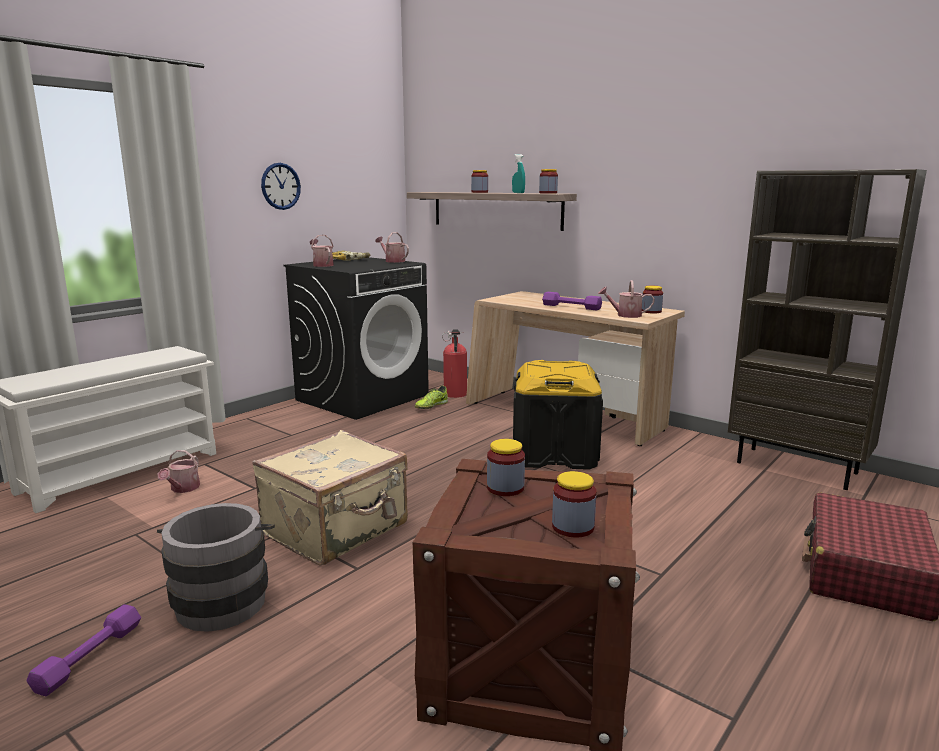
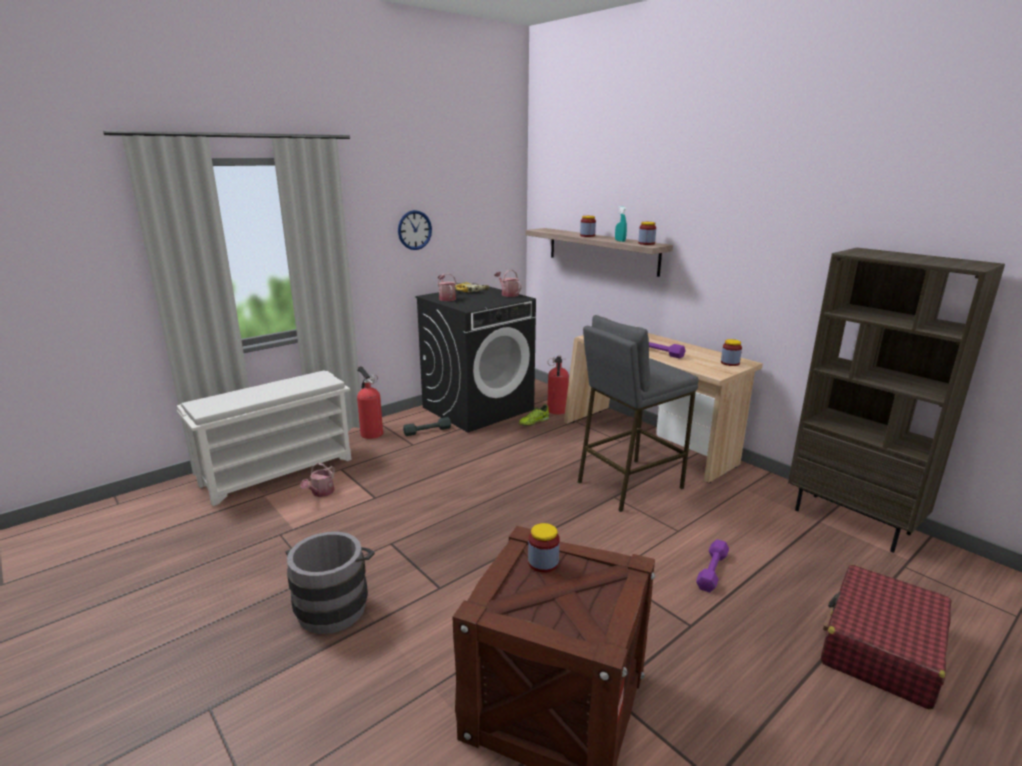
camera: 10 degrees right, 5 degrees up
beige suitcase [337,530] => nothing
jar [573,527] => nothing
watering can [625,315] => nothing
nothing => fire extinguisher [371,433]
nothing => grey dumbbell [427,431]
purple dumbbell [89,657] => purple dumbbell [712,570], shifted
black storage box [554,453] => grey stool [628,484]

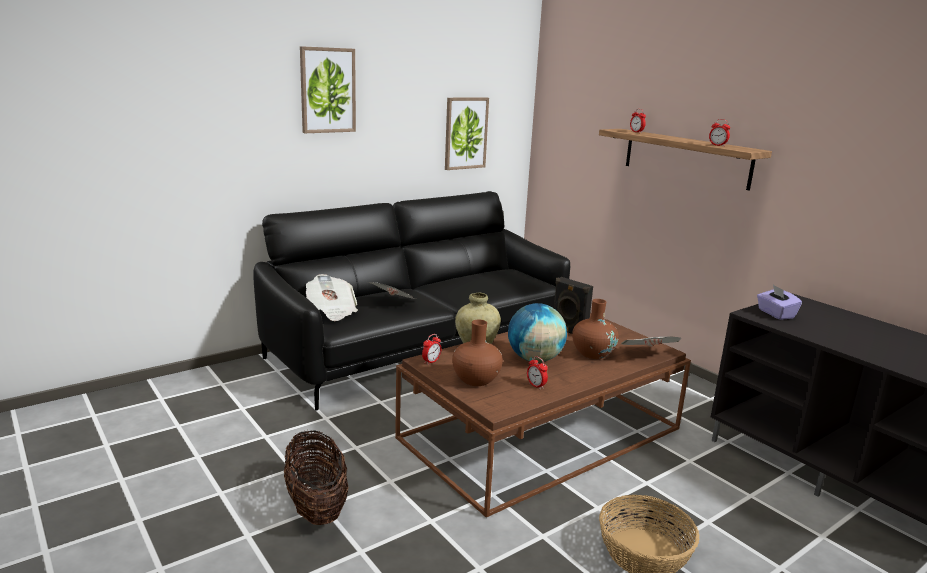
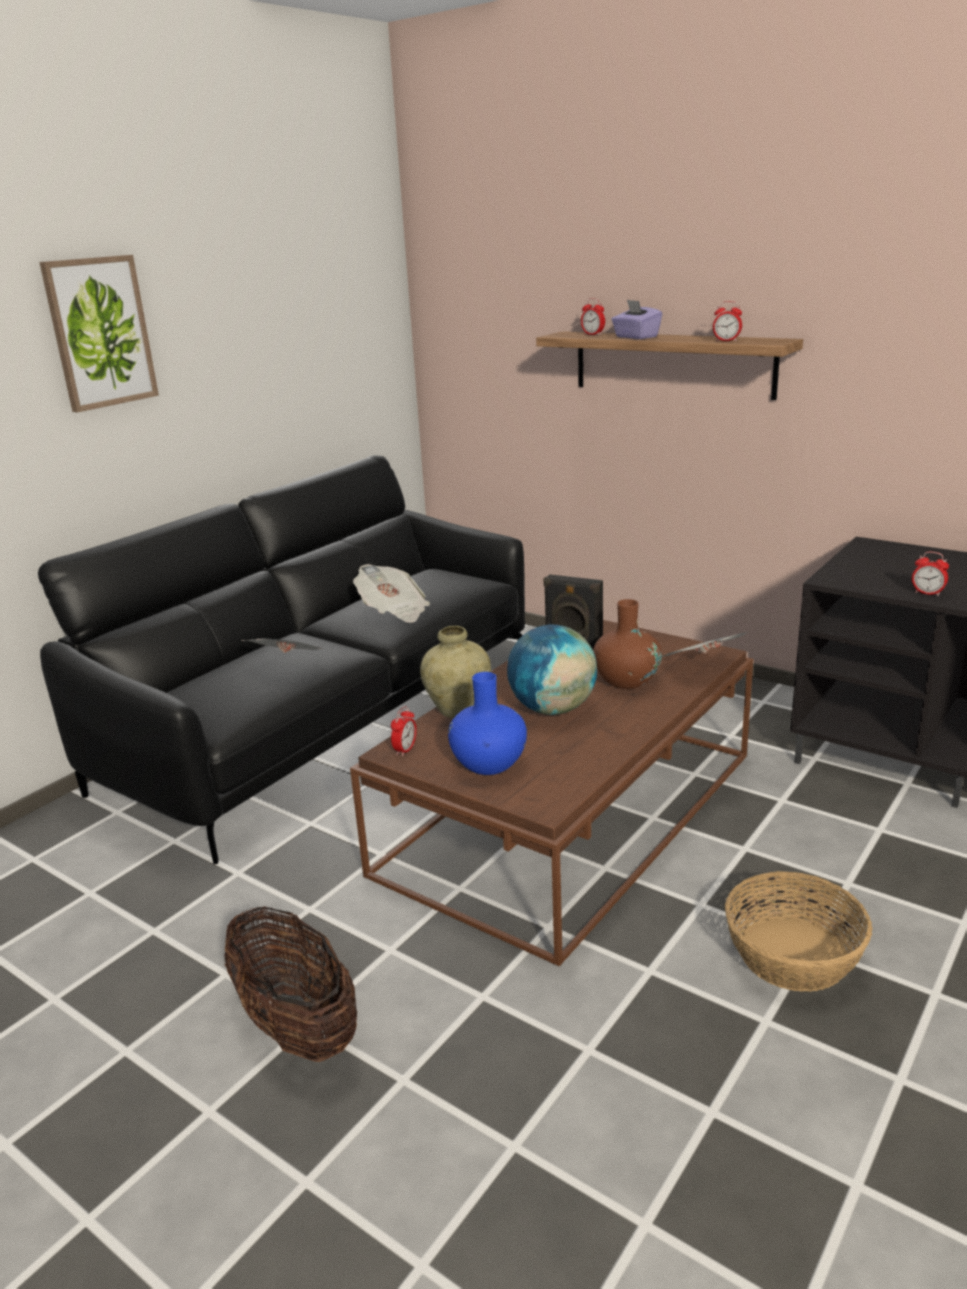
camera: 15 degrees left, 5 degrees up
picture [465,133] => nothing
newspaper [332,311] => newspaper [393,611], shifted
alarm clock [536,386] => alarm clock [927,593], shifted
purple tissue box [775,314] => purple tissue box [636,337], shifted
brown vase [476,380] => blue vase [488,764]

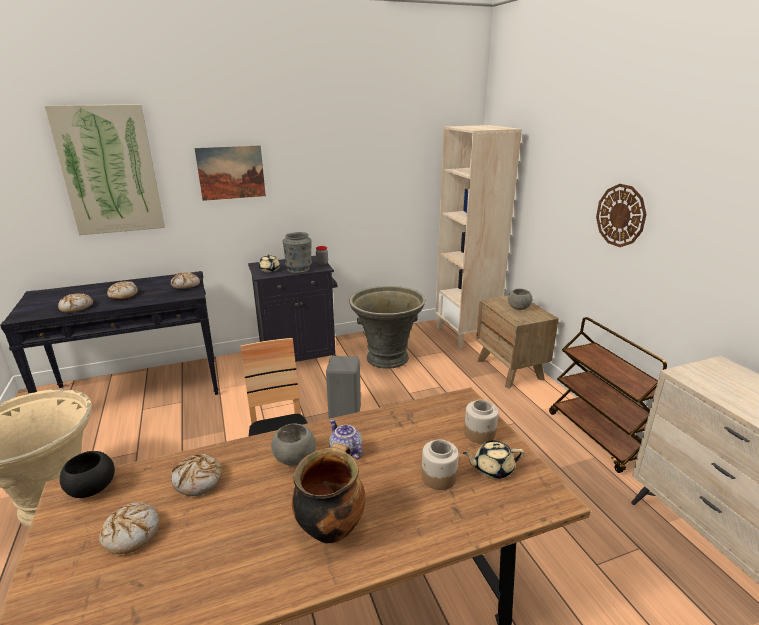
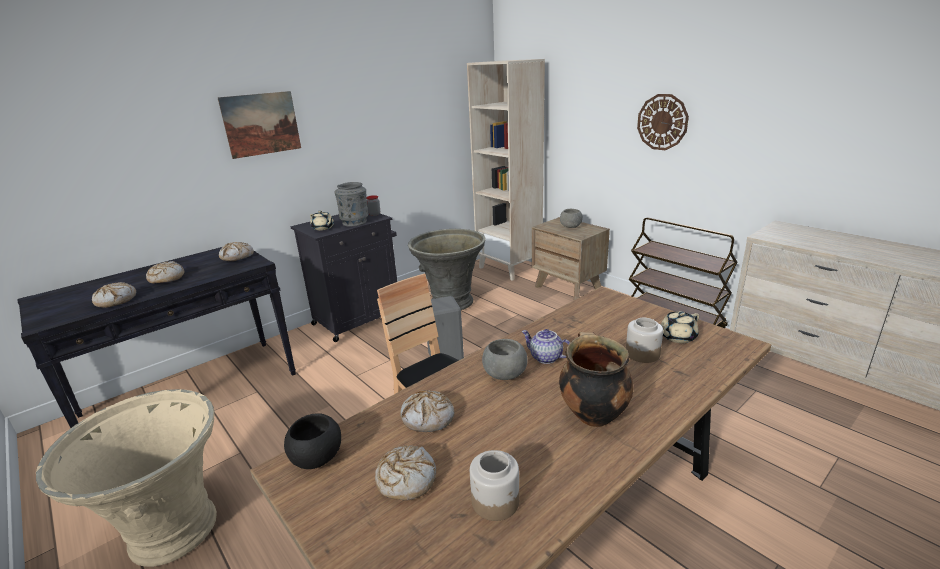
camera: 20 degrees left, 0 degrees up
picture [109,170] => nothing
jar [480,433] => jar [496,501], shifted

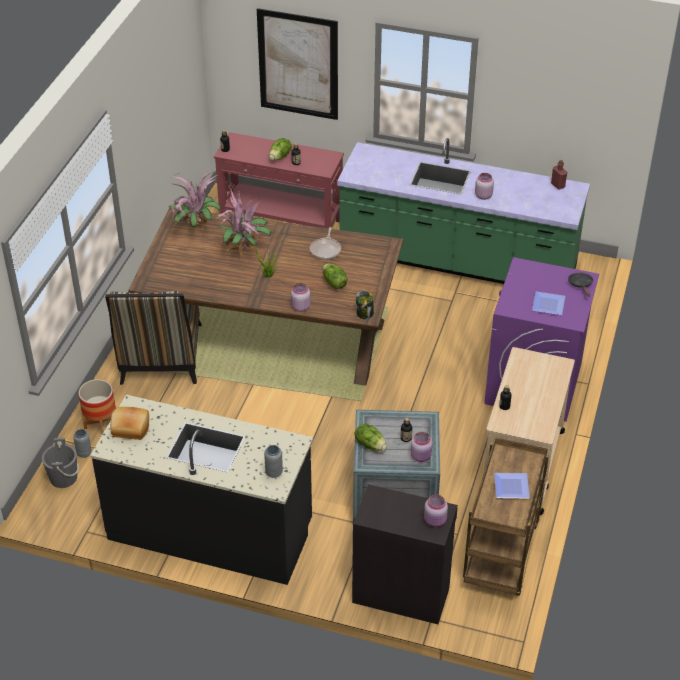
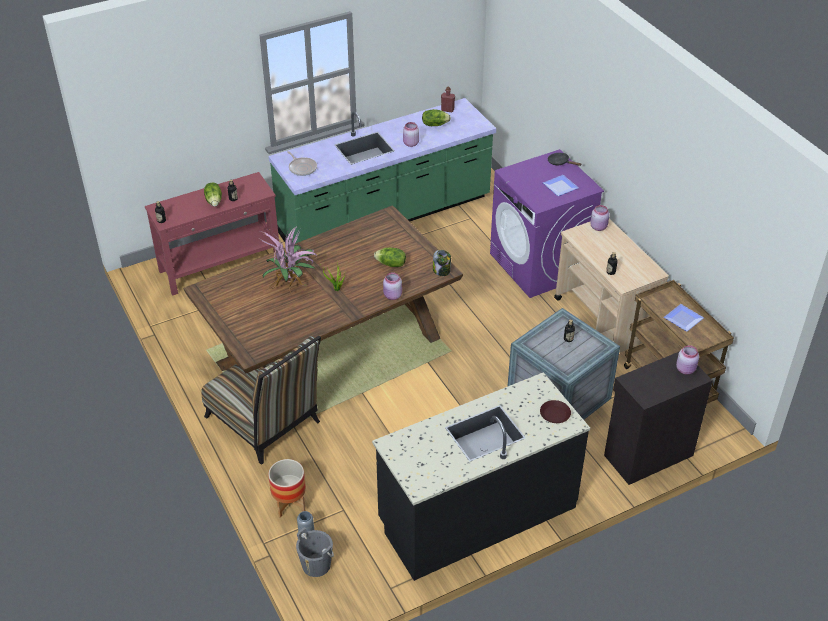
camera: 45 degrees left, 0 degrees up
bread [130,429] => nothing
potted plant [195,228] => nothing
picture [298,64] => nothing
frying pan [326,250] => frying pan [302,168], shifted
lettuce [370,444] => lettuce [435,124], shifted
pink jar [421,456] => pink jar [599,227], shifted
grey vase [274,473] => brown plate [555,414]

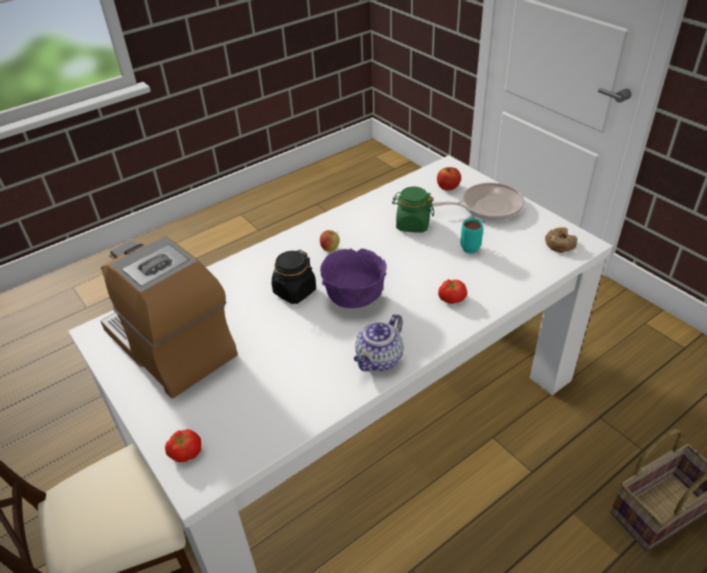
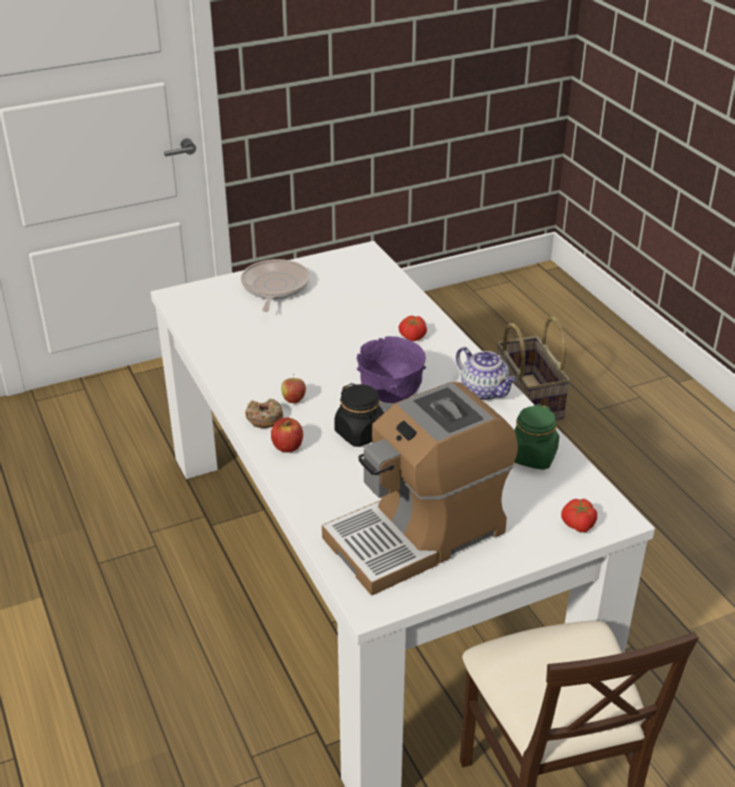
camera: 80 degrees left, 5 degrees down
turquoise mug [469,246] => nothing
green jar [412,224] => green jar [532,456], shifted
apple [448,187] => apple [287,446], shifted
donut [559,244] => donut [264,418], shifted

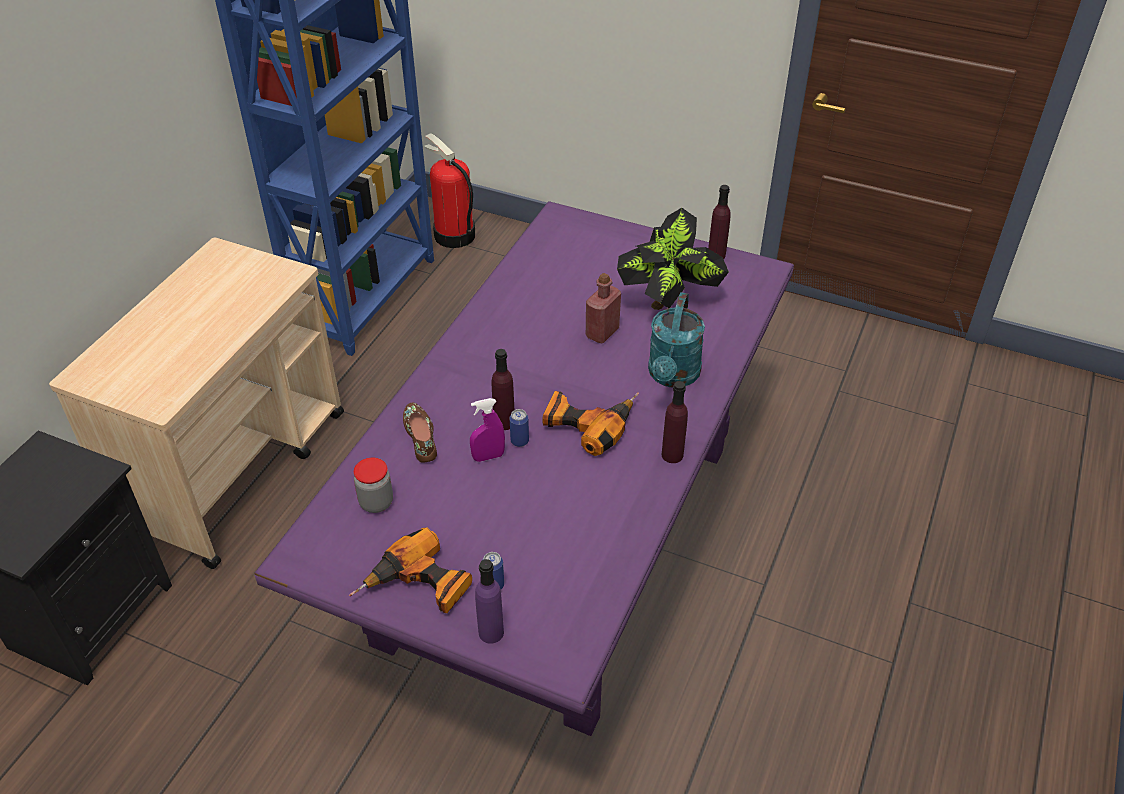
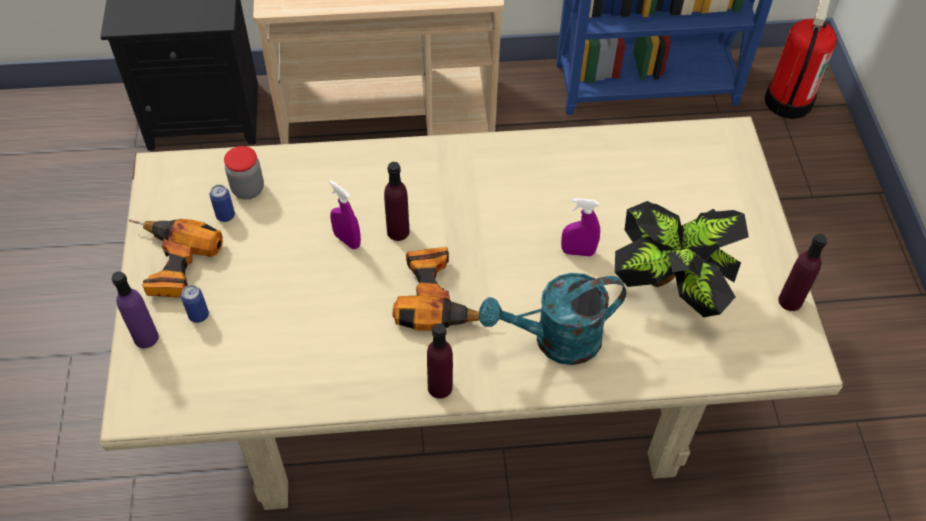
camera: 60 degrees right, 10 degrees up
brown shoe [421,436] => nothing
can [519,441] => can [225,215], shifted
red bottle [602,332] => purple spray bottle [578,252]
purple dining table [560,539] => beige dining table [462,383]

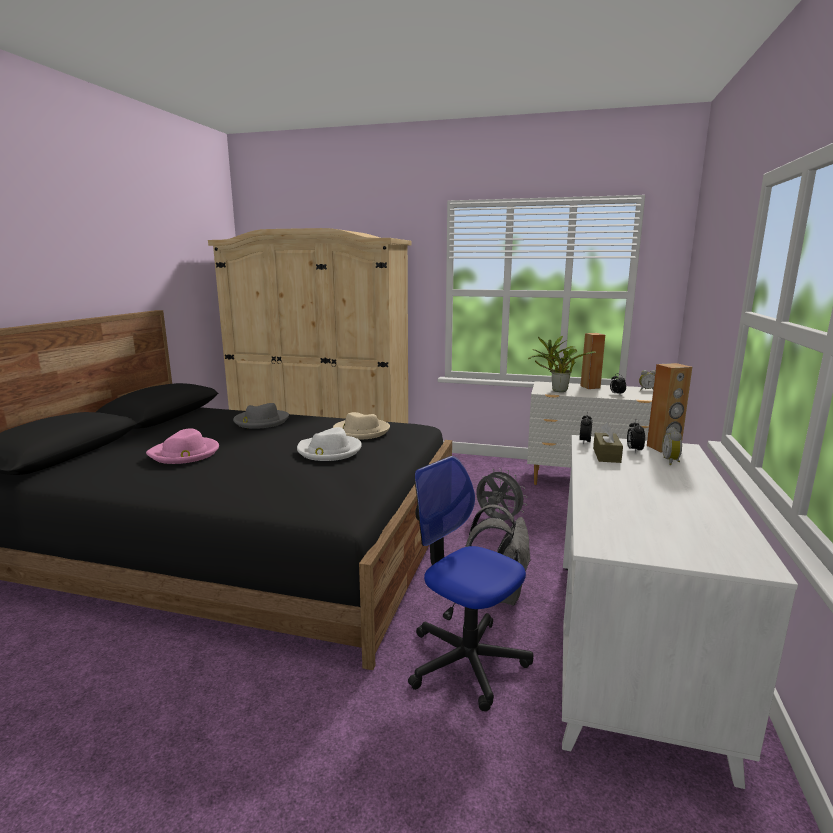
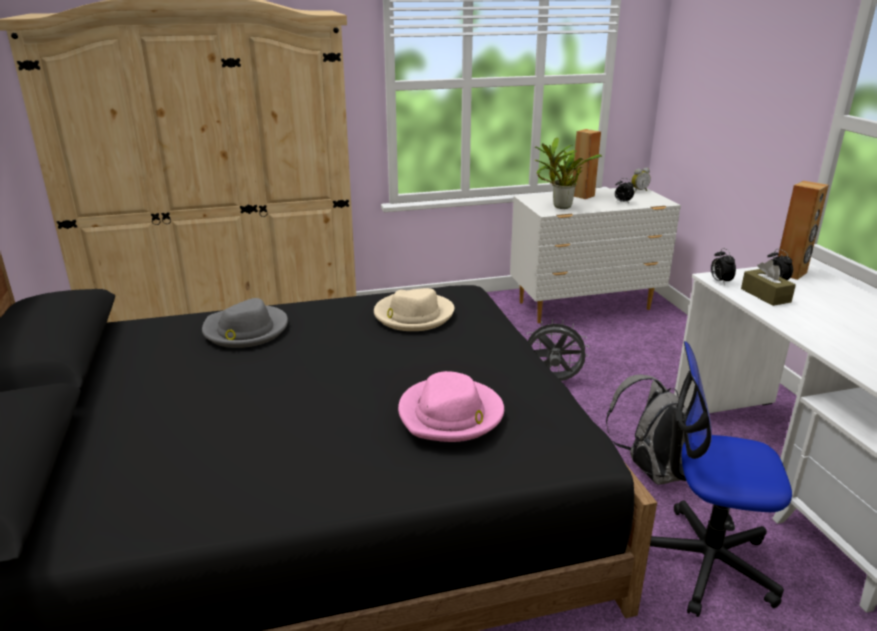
camera: 30 degrees left, 10 degrees up
white hat [329,451] => nothing
alarm clock [671,461] => nothing
pink hat [185,453] => pink hat [451,414], shifted

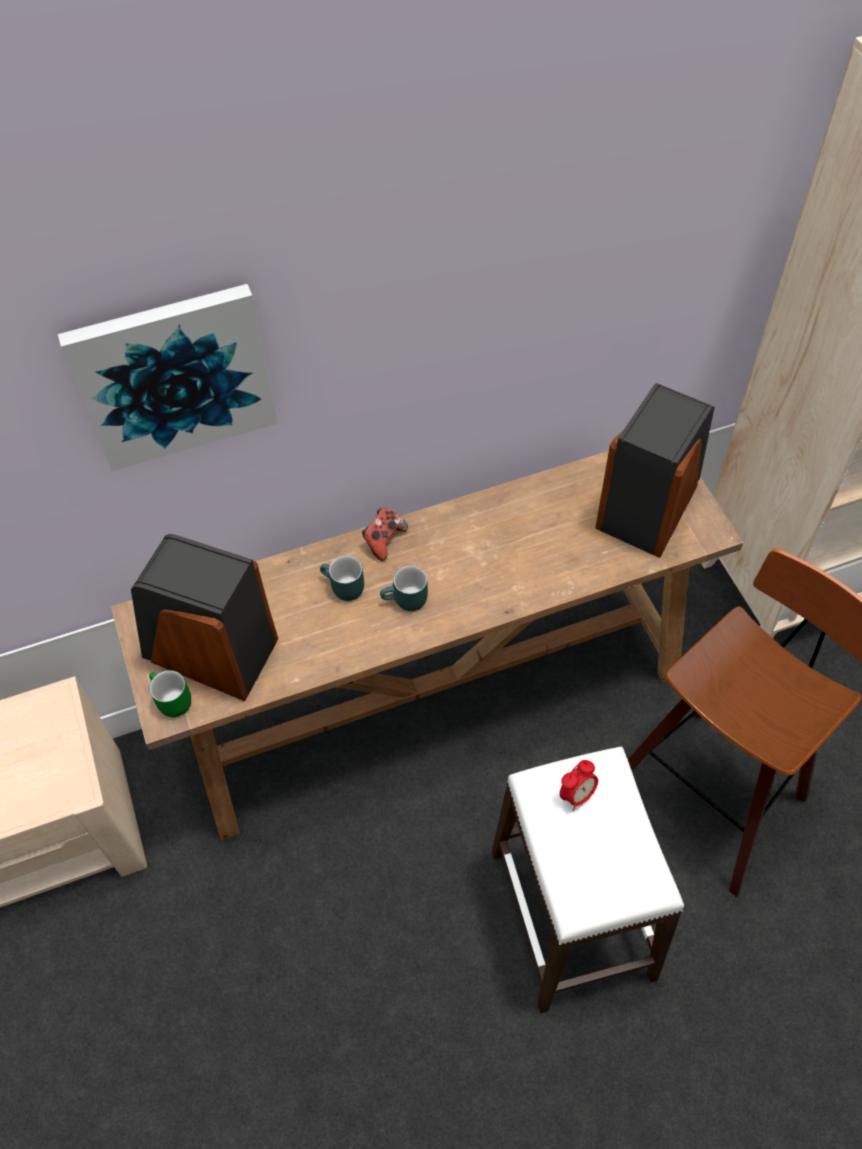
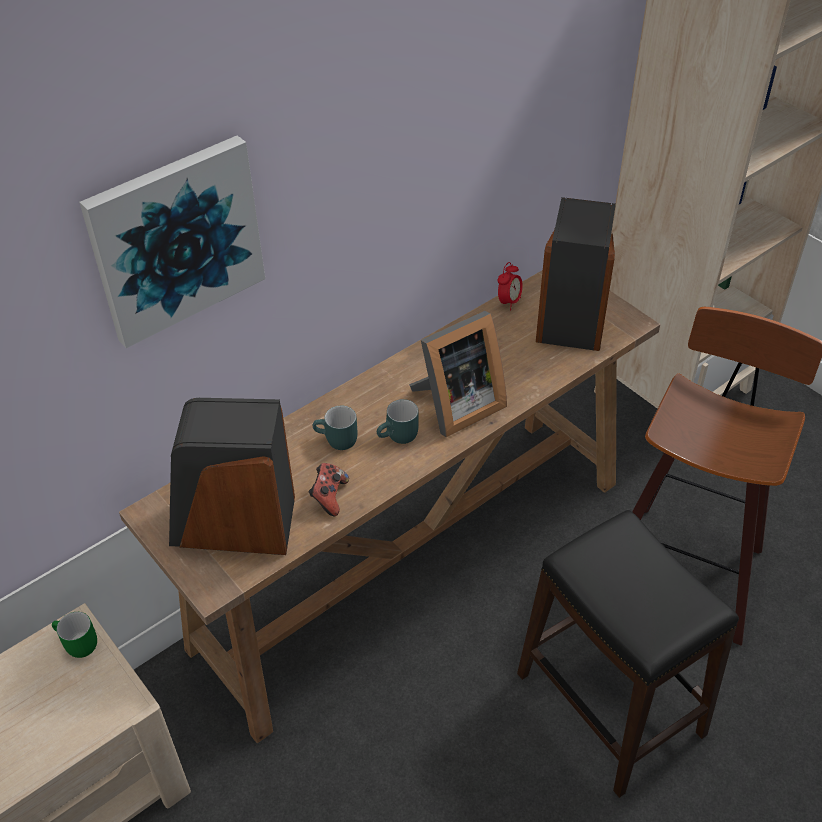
camera: 20 degrees left, 10 degrees down
nothing => picture frame [455,406]
green mug [170,702] => green mug [76,645], shifted
game controller [384,540] => game controller [329,497], shifted
alarm clock [577,795] => alarm clock [509,302], shifted
white stool [572,913] => black stool [610,703]

